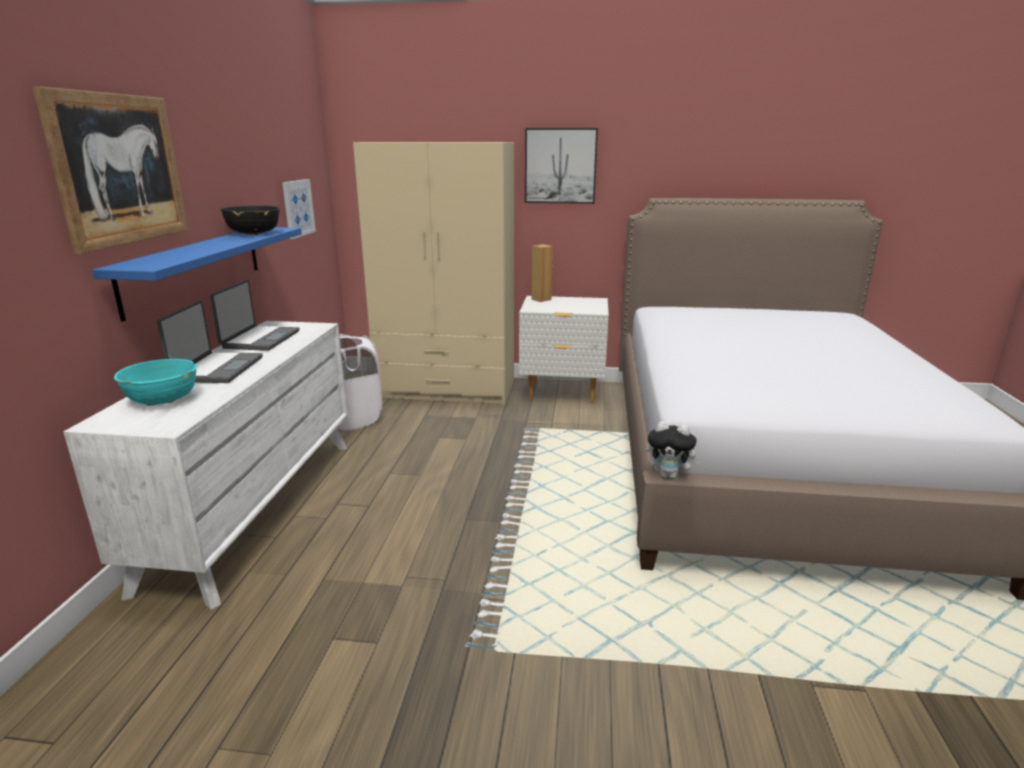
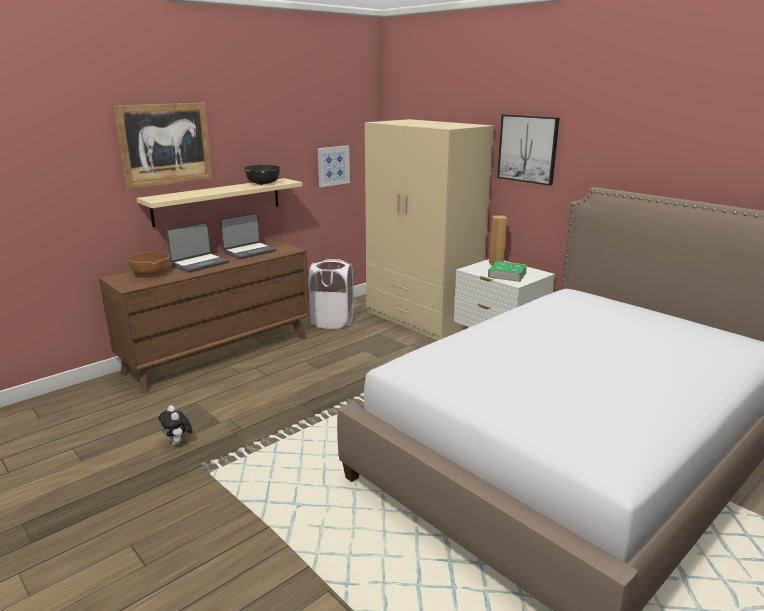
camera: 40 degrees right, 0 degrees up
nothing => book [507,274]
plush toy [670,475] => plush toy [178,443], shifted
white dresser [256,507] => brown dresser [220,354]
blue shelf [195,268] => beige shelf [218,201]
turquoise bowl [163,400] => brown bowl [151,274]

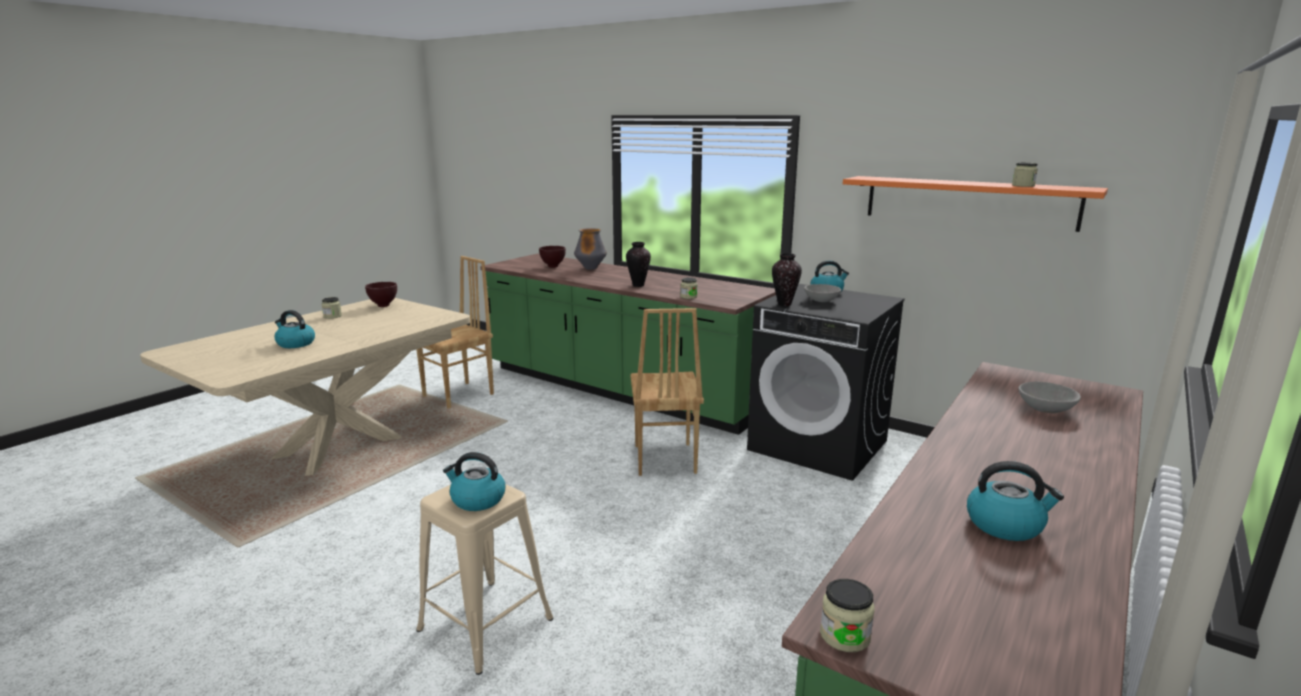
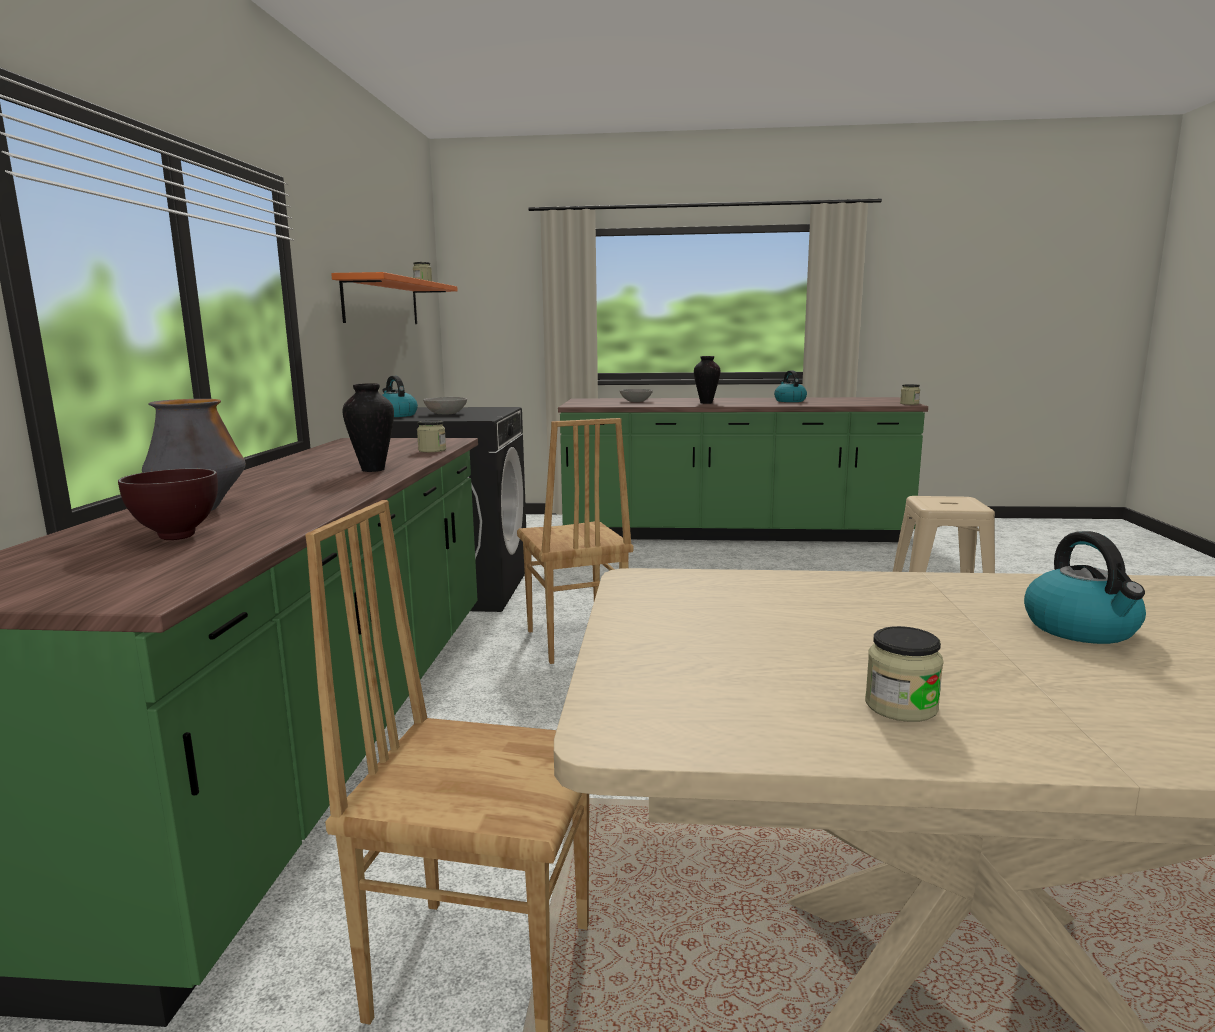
camera: 120 degrees left, 5 degrees down
brown bowl [383,305] => nothing
kettle [477,500] => nothing
vase [785,304] => vase [706,403], shifted
brown chair [663,459] => brown chair [574,642], 105 degrees clockwise

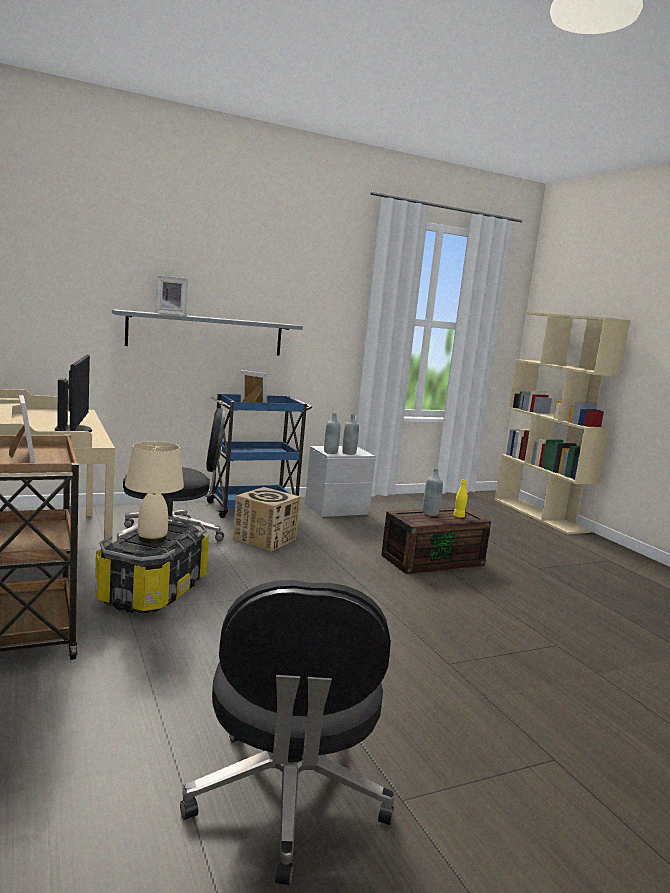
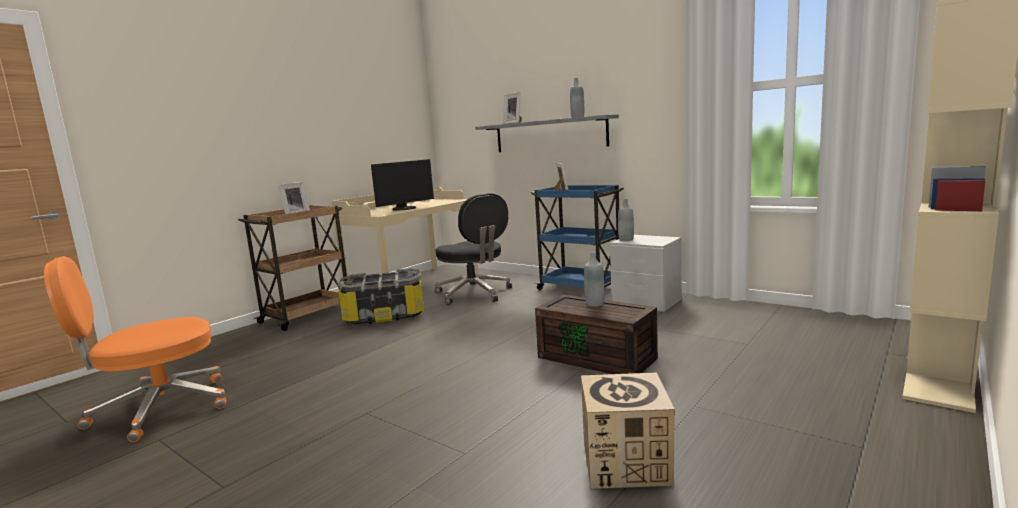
camera: 65 degrees right, 0 degrees up
beige table lamp [152,538] => nothing
yellow bottle [459,516] => nothing
cardboard box [265,539] => cardboard box [626,463], shifted
grey bottle [349,453] => grey bottle [577,117], shifted
black office chair [287,798] => orange office chair [158,409]

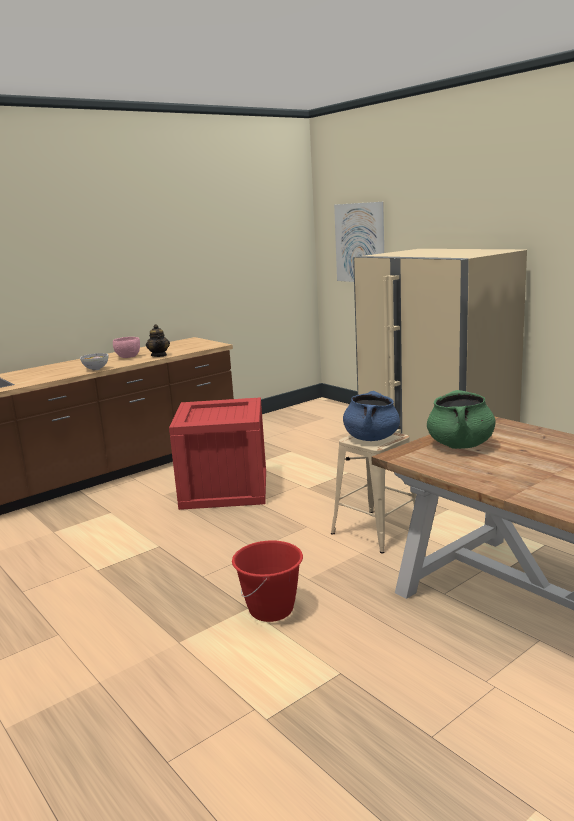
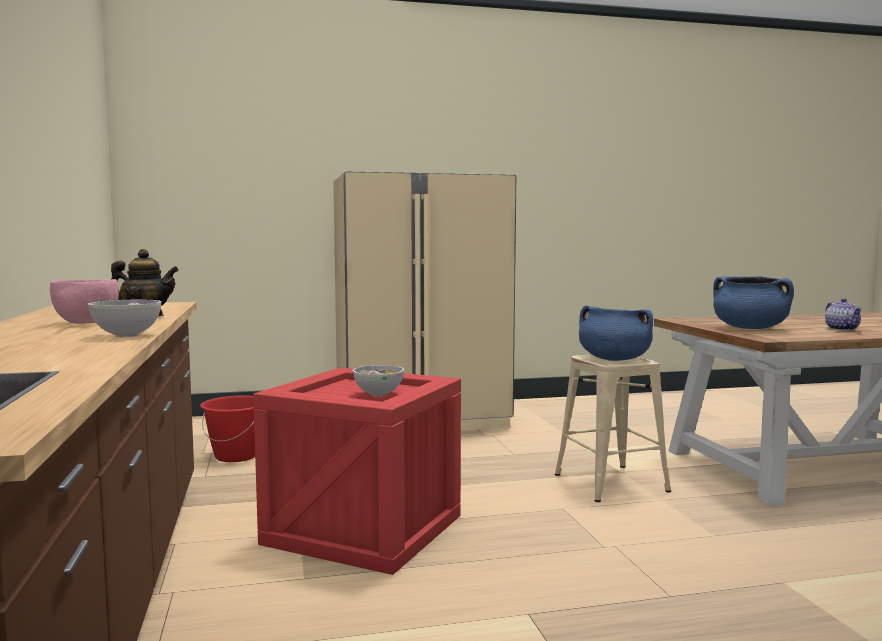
camera: 65 degrees left, 10 degrees down
picture [359,243] => nothing
nothing => bowl [379,394]
nothing => teapot [843,329]
red bucket [271,609] => red bucket [236,456], shifted
green cooking pot [460,445] => blue cooking pot [750,328]

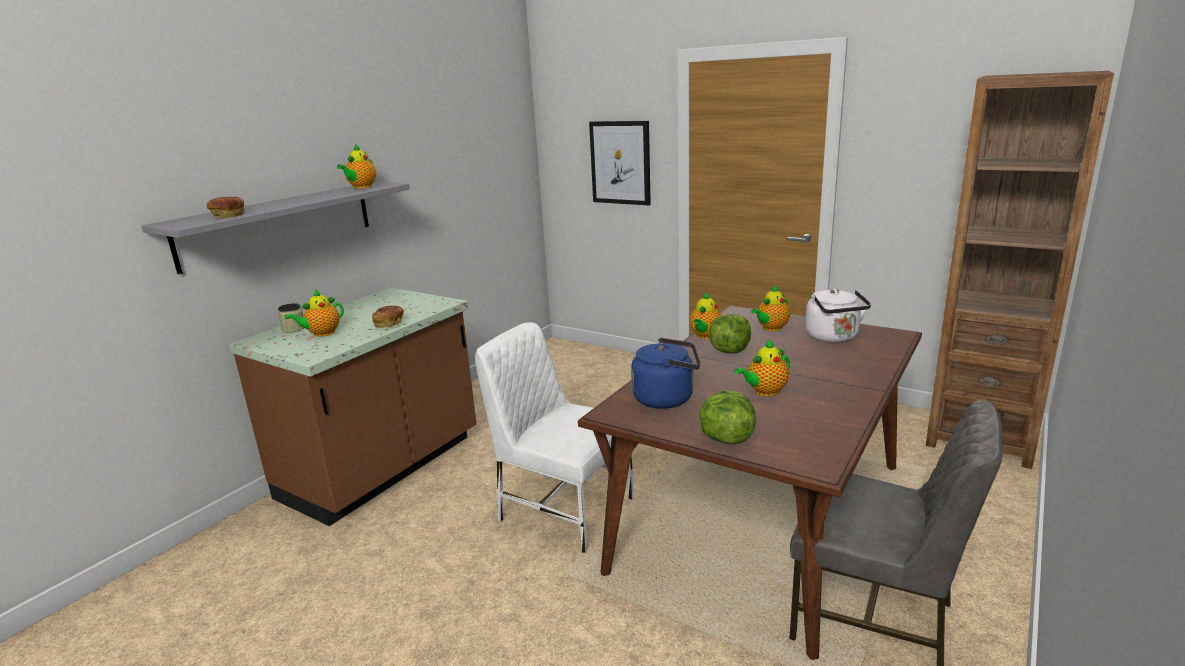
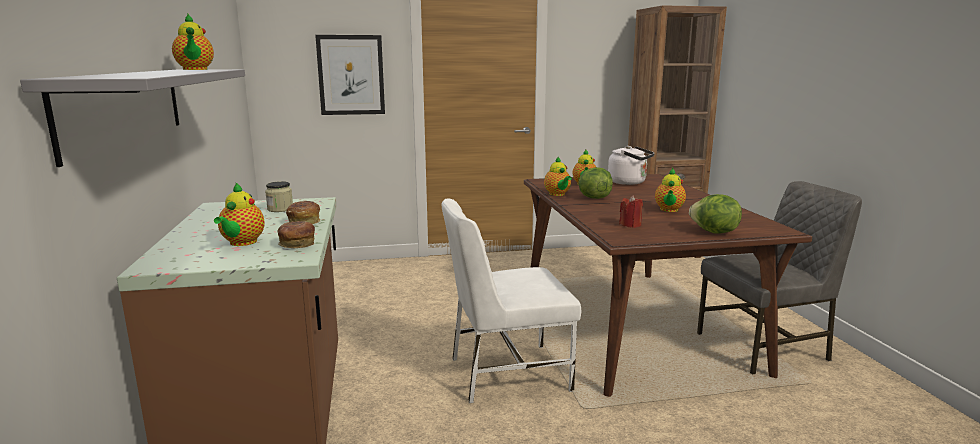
camera: 45 degrees left, 5 degrees down
bread [228,215] => bread [297,244], shifted
jar [293,328] => jar [280,209], shifted
blue kettle [667,398] => red candle [630,225]

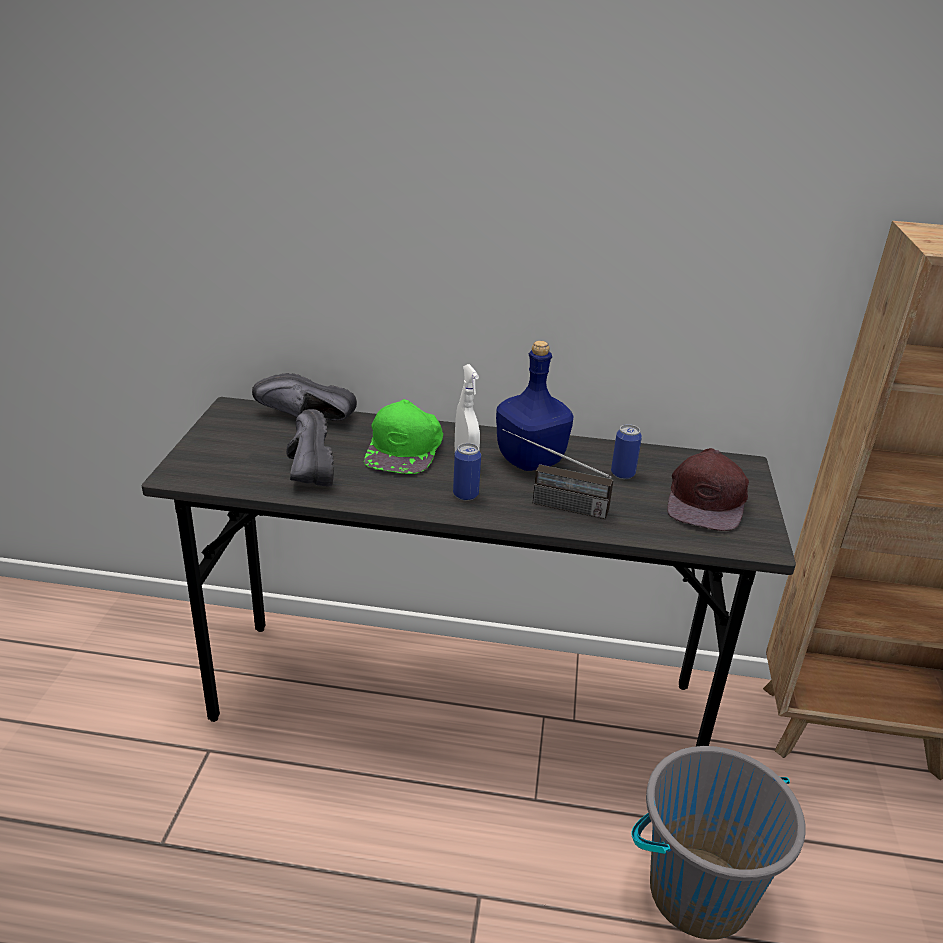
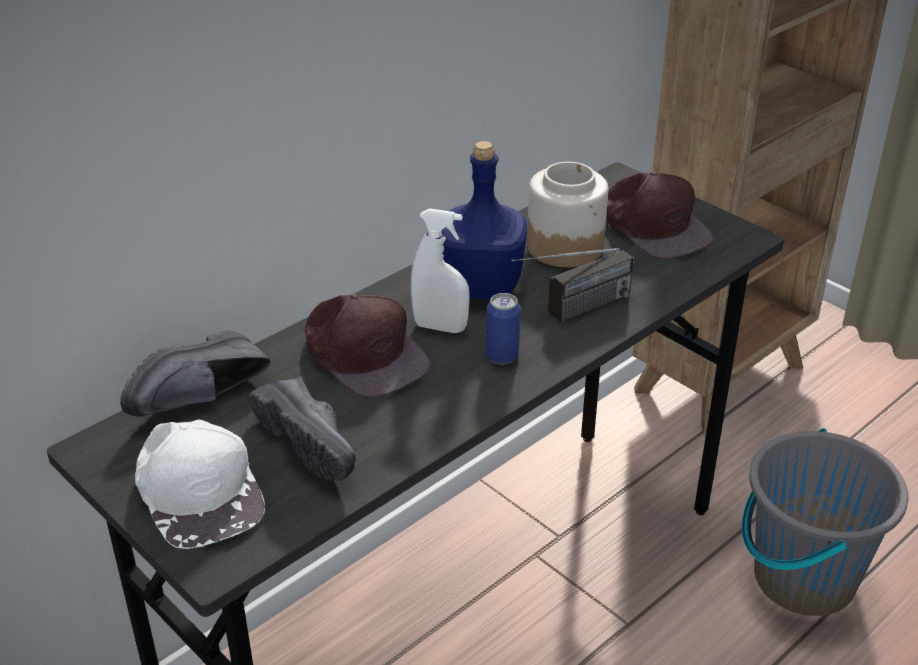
camera: 50 degrees left, 5 degrees up
nothing => white cap [200,489]
can [622,474] => jar [565,246]
green cap [406,448] => brown cap [364,353]
black shoe [305,465] => black shoe [315,443], 150 degrees counterclockwise

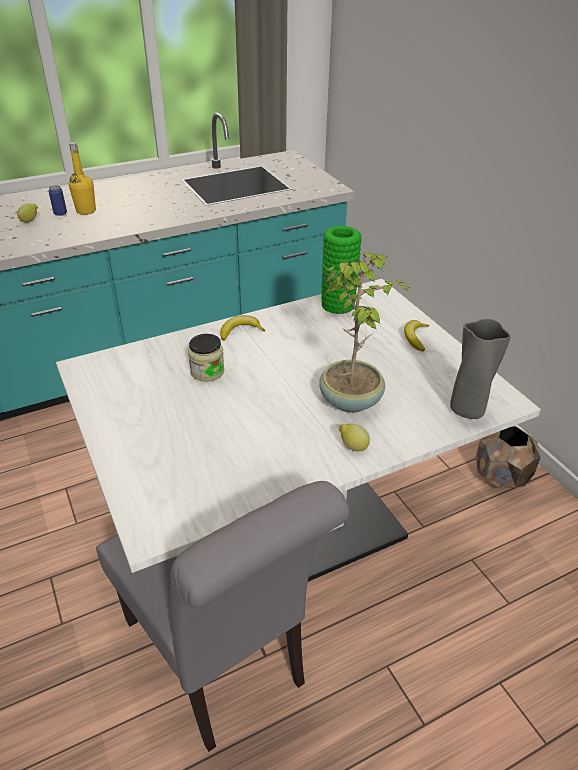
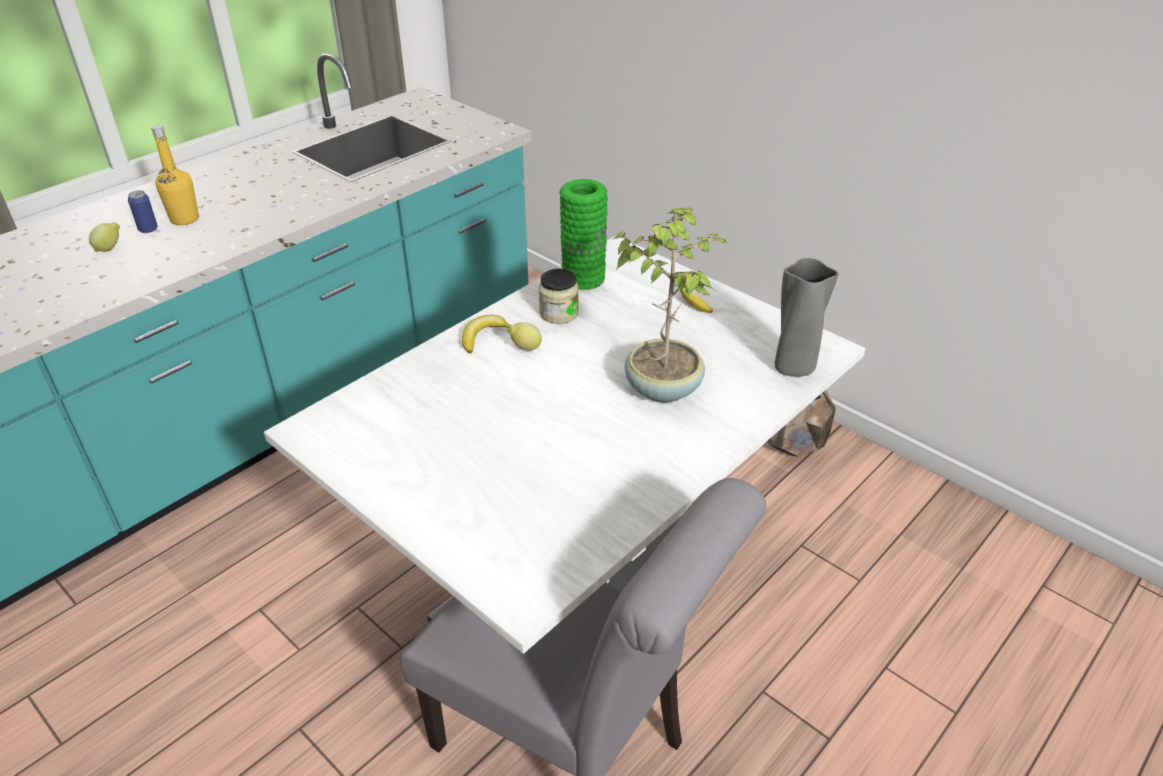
camera: 20 degrees left, 0 degrees up
jar [207,371] => jar [559,313], shifted
lemon [352,447] => lemon [525,348], shifted

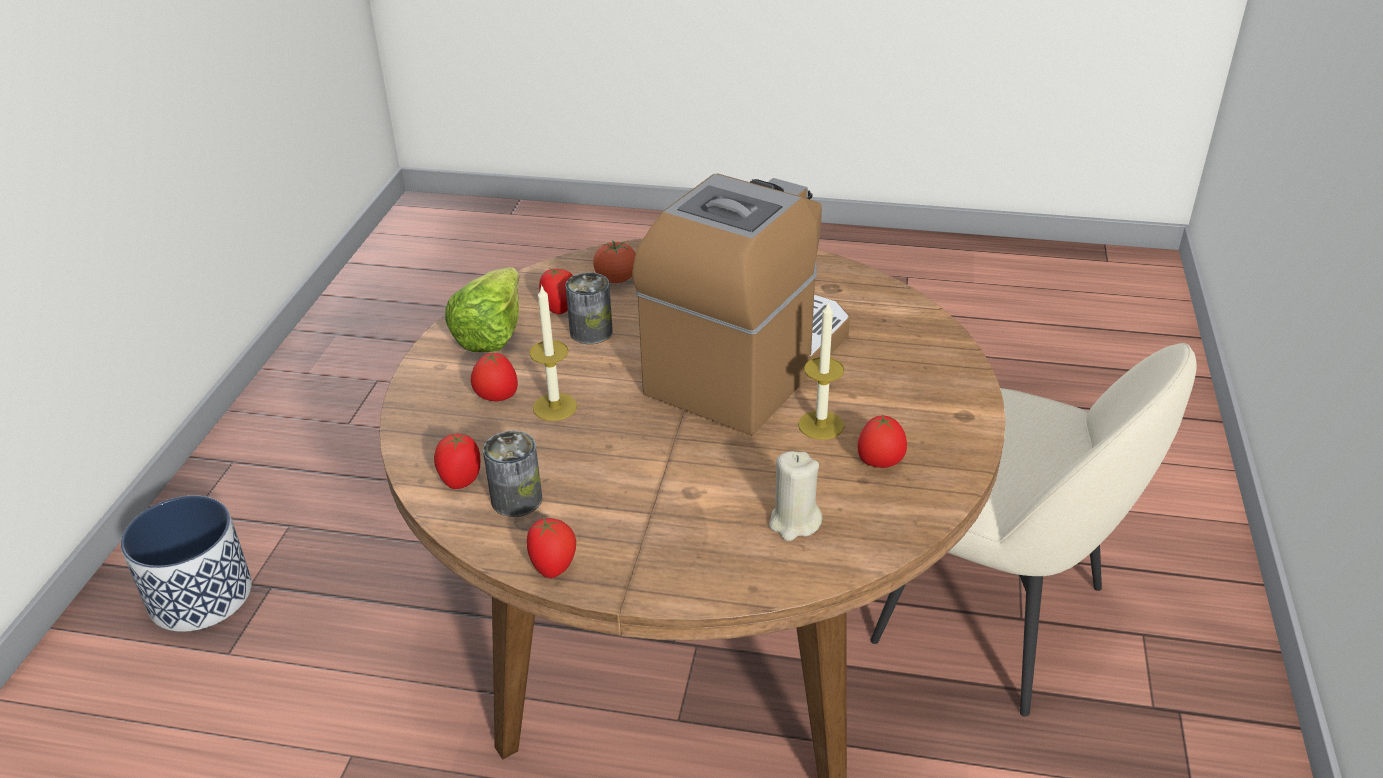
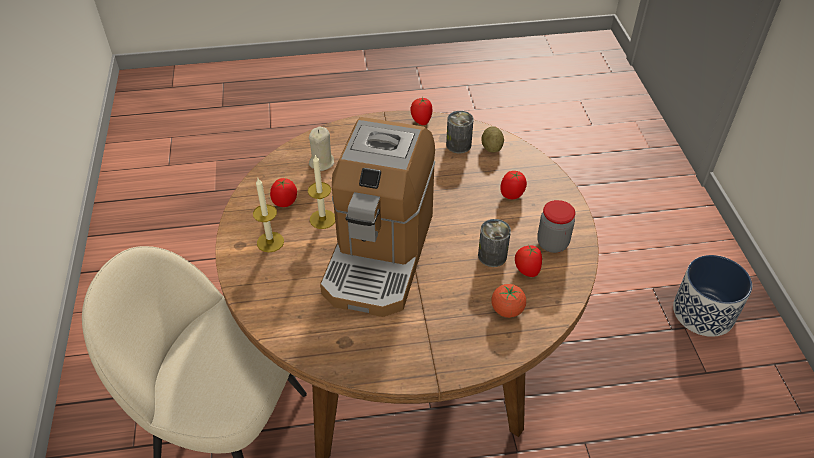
camera: 160 degrees right, 10 degrees up
candle [555,407] => candle [270,242], shifted
tomato [461,480] => potato [491,148]
lettuce [497,329] => jar [552,243]

